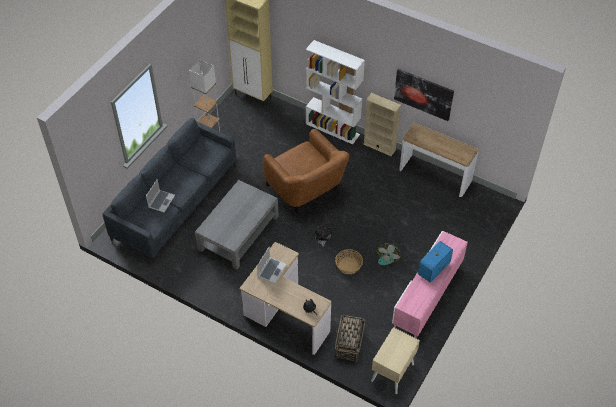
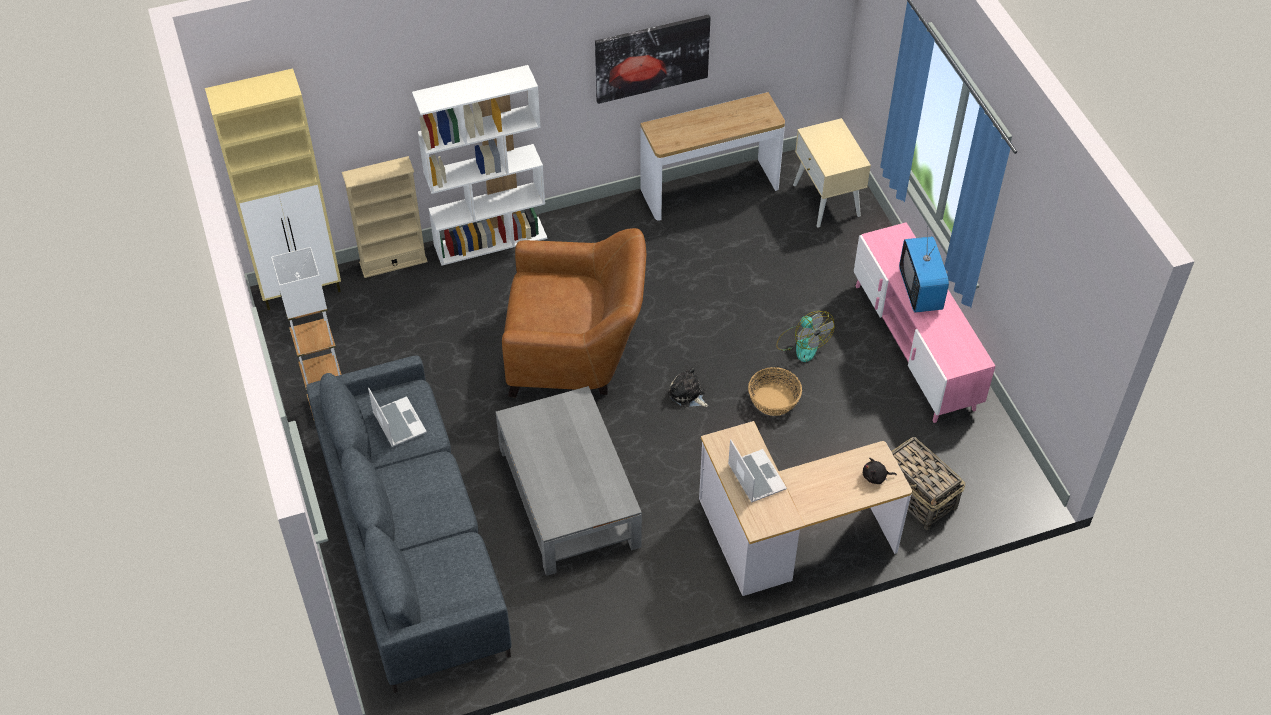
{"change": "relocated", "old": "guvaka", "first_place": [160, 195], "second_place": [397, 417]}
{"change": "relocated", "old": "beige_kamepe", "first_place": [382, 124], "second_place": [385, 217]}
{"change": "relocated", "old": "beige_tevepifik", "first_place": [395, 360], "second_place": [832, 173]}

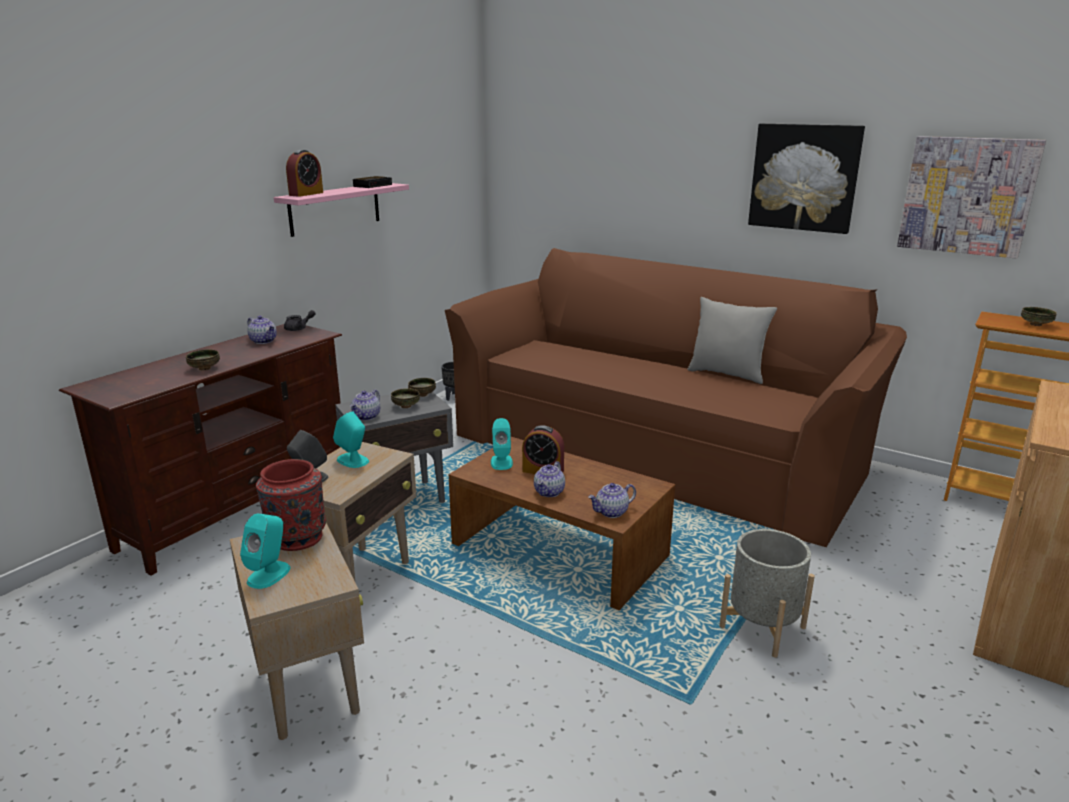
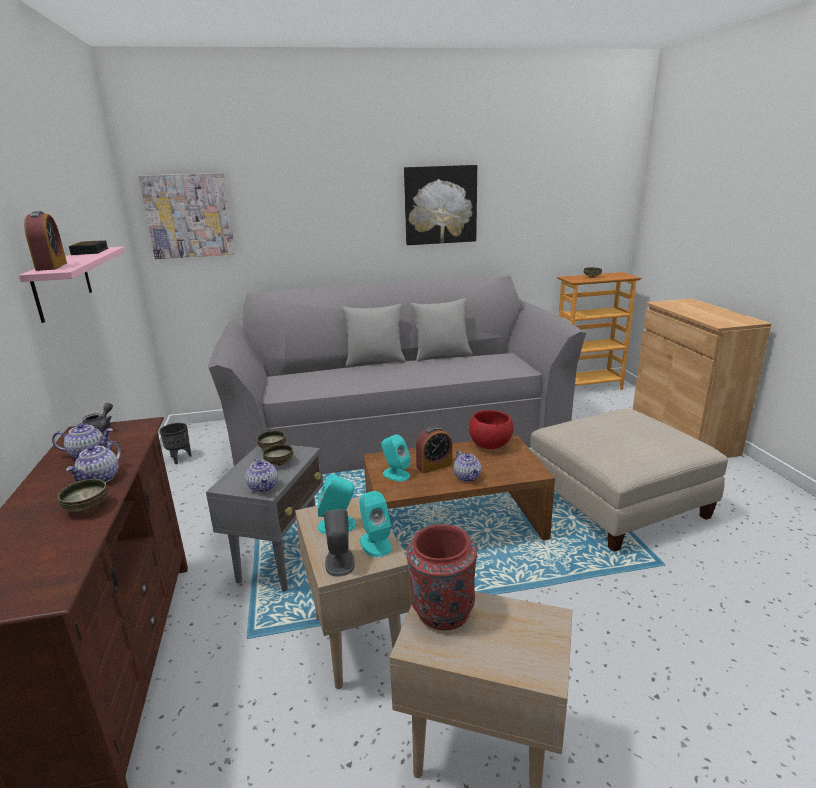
{"change": "relocated", "old": "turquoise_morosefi", "first_place": [265, 551], "second_place": [375, 524]}
{"change": "colour", "old": "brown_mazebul", "new": "grey_mazebul", "first_place": [676, 397], "second_place": [397, 374]}
{"change": "relocated", "old": "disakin", "first_place": [612, 500], "second_place": [93, 461]}
{"change": "exchanged", "old": "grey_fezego", "new": "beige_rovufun", "first_place": [767, 593], "second_place": [629, 480]}
{"change": "relocated", "old": "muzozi", "first_place": [971, 197], "second_place": [187, 216]}
{"change": "appeared", "new": "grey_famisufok", "second_place": [374, 335]}
{"change": "appeared", "new": "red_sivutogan", "second_place": [491, 429]}

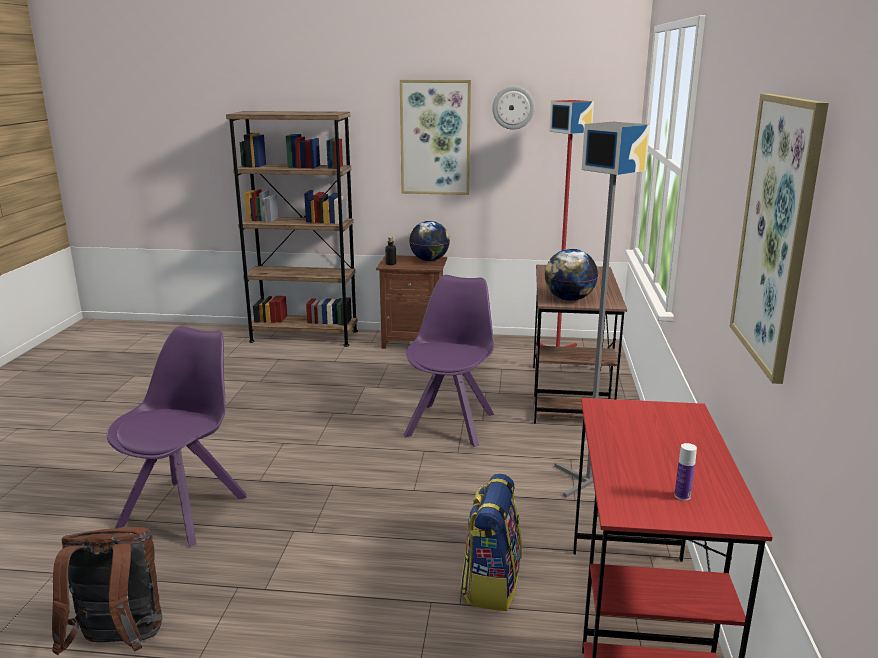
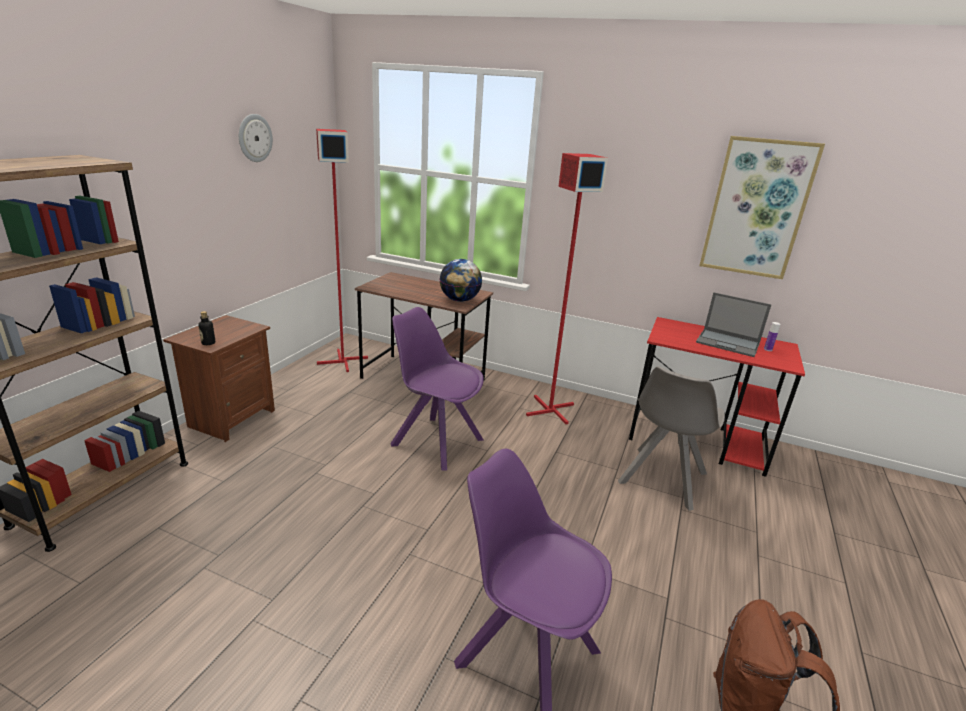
{"change": "missing", "old": "muzozi", "first_place": [435, 137]}
{"change": "missing", "old": "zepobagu", "first_place": [429, 241]}
{"change": "exchanged", "old": "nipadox", "new": "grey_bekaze", "first_place": [491, 542], "second_place": [671, 438]}
{"change": "colour", "old": "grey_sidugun", "new": "red_sidugun", "first_place": [602, 310], "second_place": [567, 288]}
{"change": "appeared", "new": "guvaka", "second_place": [733, 324]}

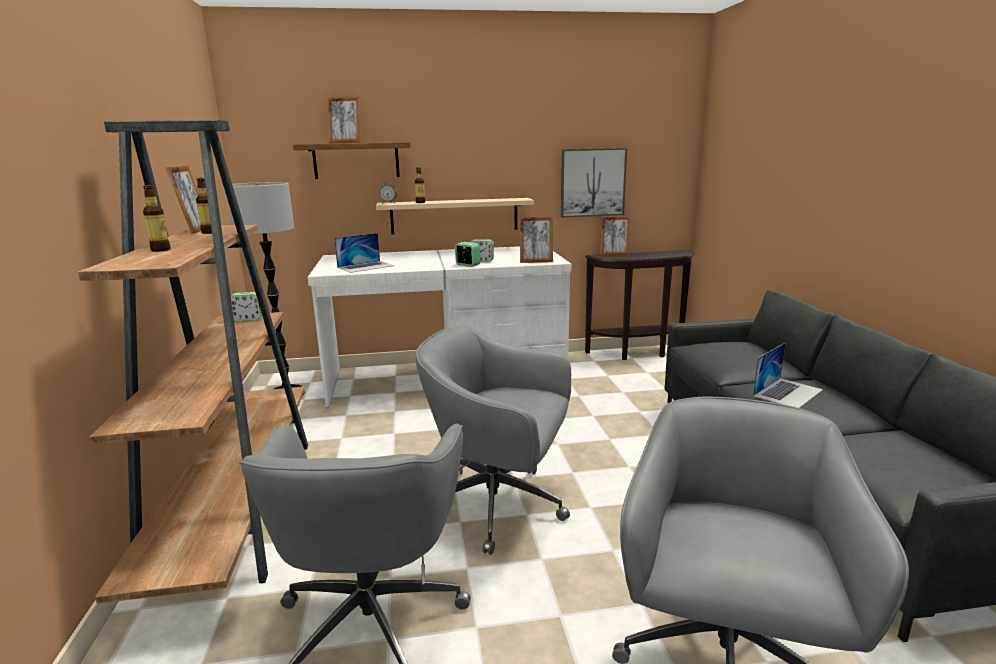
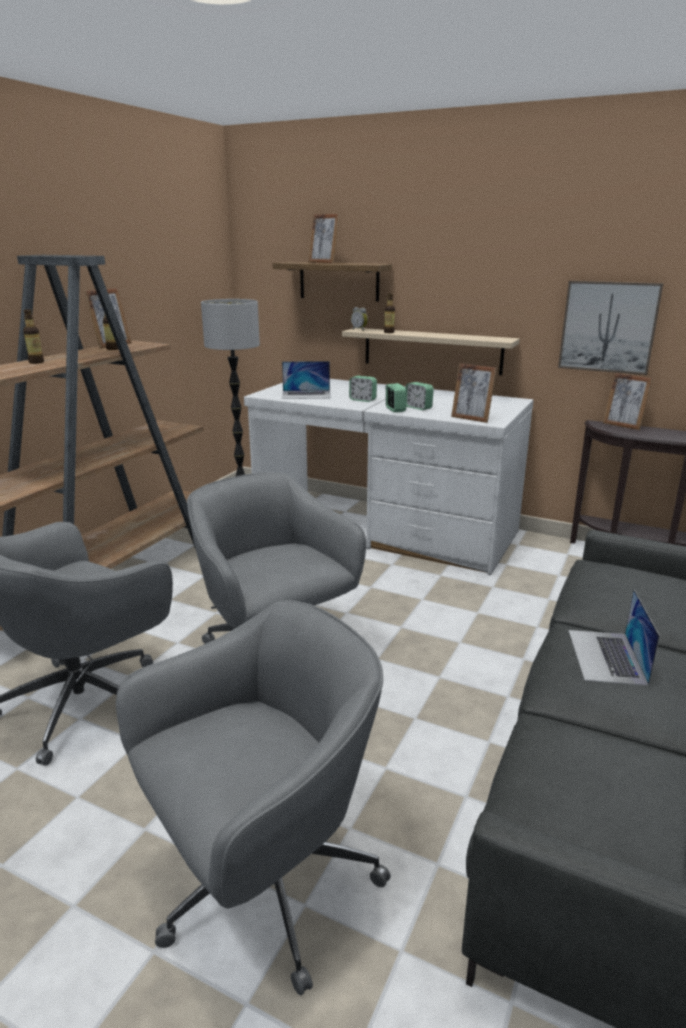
{"change": "relocated", "old": "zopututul", "first_place": [246, 306], "second_place": [363, 389]}
{"change": "spun", "old": "guvaka", "first_place": [788, 375], "second_place": [614, 637], "degrees": 105}

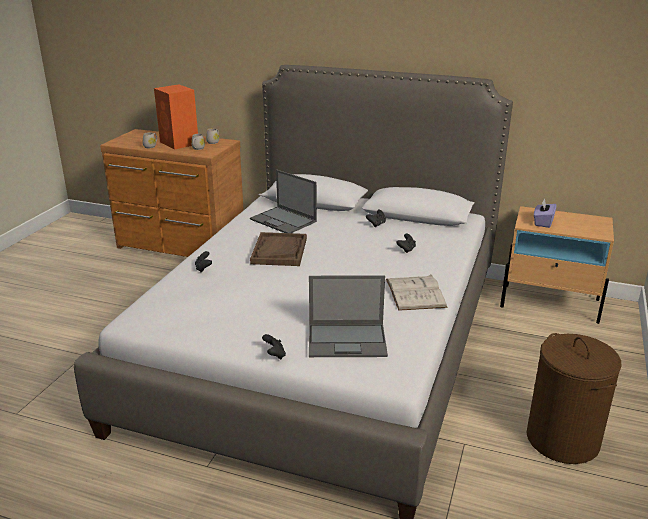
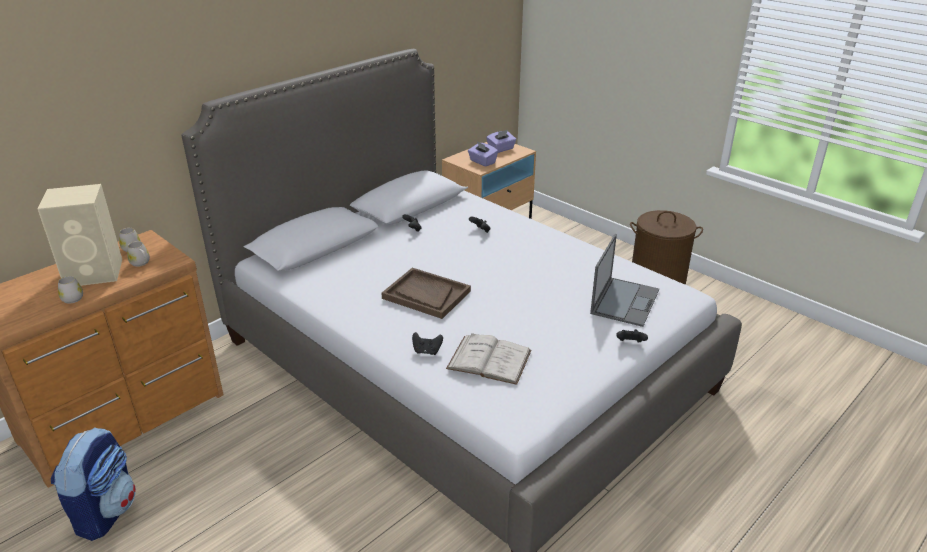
{"change": "colour", "old": "orange_morosefi", "new": "beige_morosefi", "first_place": [176, 117], "second_place": [80, 235]}
{"change": "missing", "old": "guvaka", "first_place": [283, 201]}
{"change": "relocated", "old": "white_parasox", "first_place": [417, 292], "second_place": [489, 359]}
{"change": "appeared", "new": "nipadox", "second_place": [93, 484]}
{"change": "appeared", "new": "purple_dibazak", "second_place": [501, 141]}

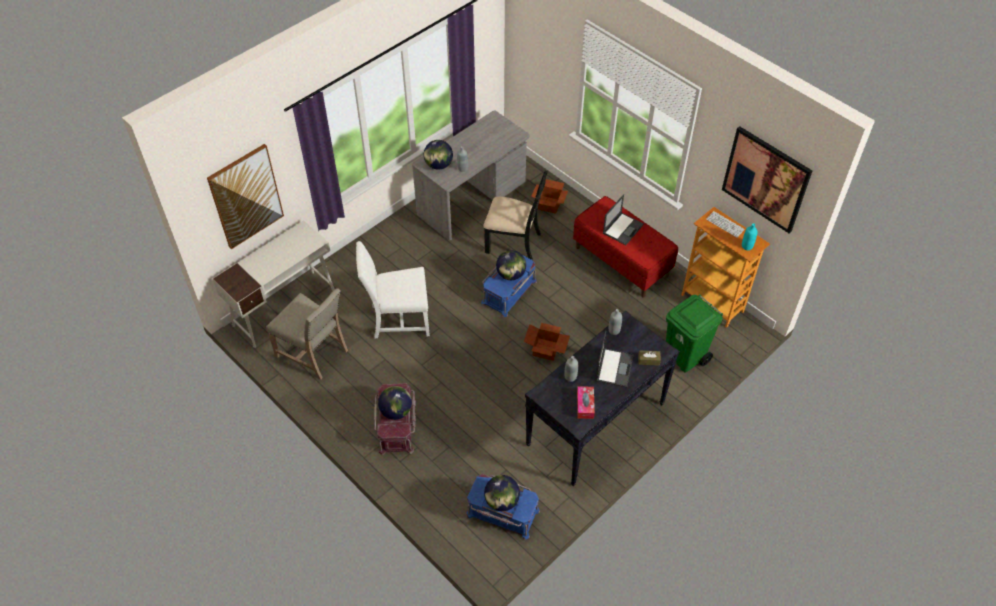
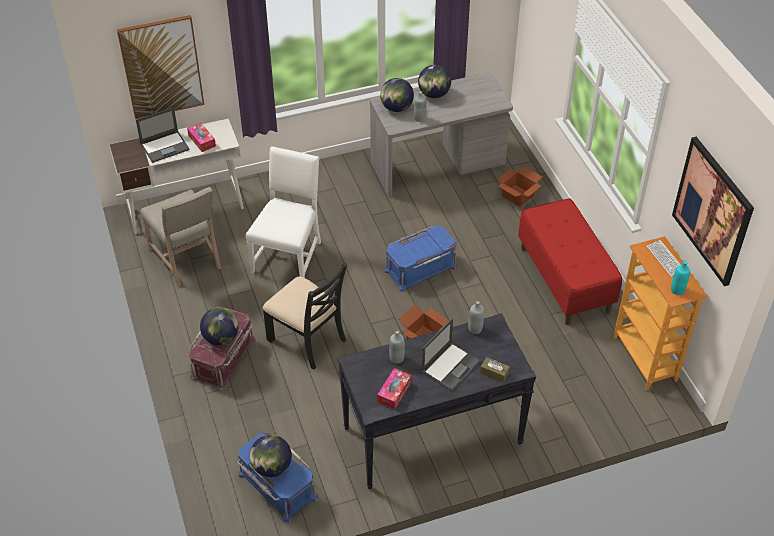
{"change": "spun", "old": "white_bekaze", "first_place": [393, 289], "second_place": [283, 212], "degrees": 90}
{"change": "relocated", "old": "black_bekaze", "first_place": [515, 215], "second_place": [305, 316]}
{"change": "relocated", "old": "zepobagu", "first_place": [511, 265], "second_place": [434, 81]}
{"change": "relocated", "old": "guvaka", "first_place": [623, 219], "second_place": [163, 135]}
{"change": "missing", "old": "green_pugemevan", "first_place": [694, 333]}
{"change": "appeared", "new": "dibazak", "second_place": [201, 137]}

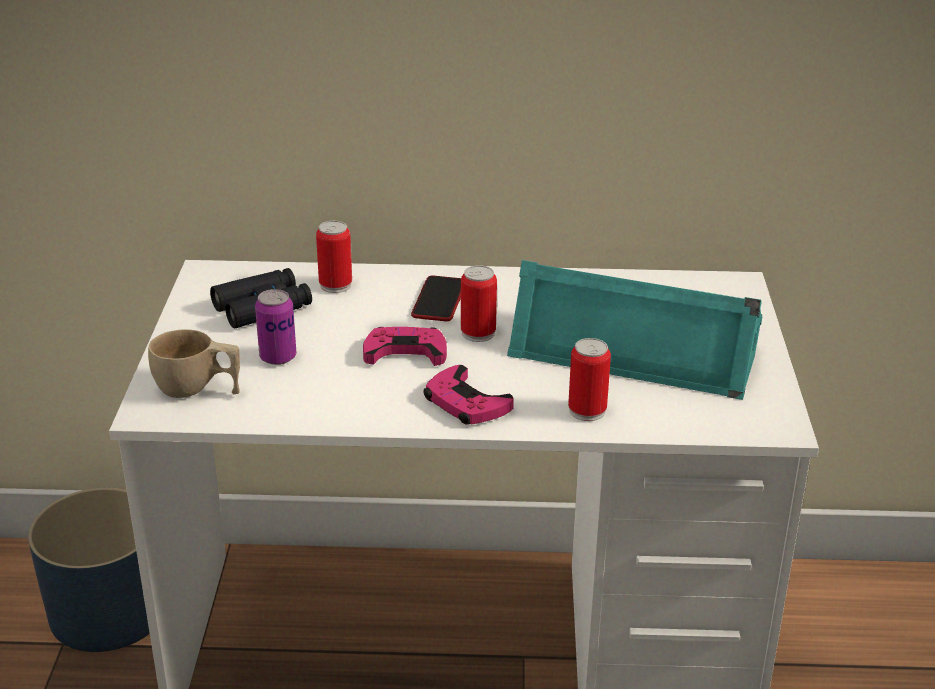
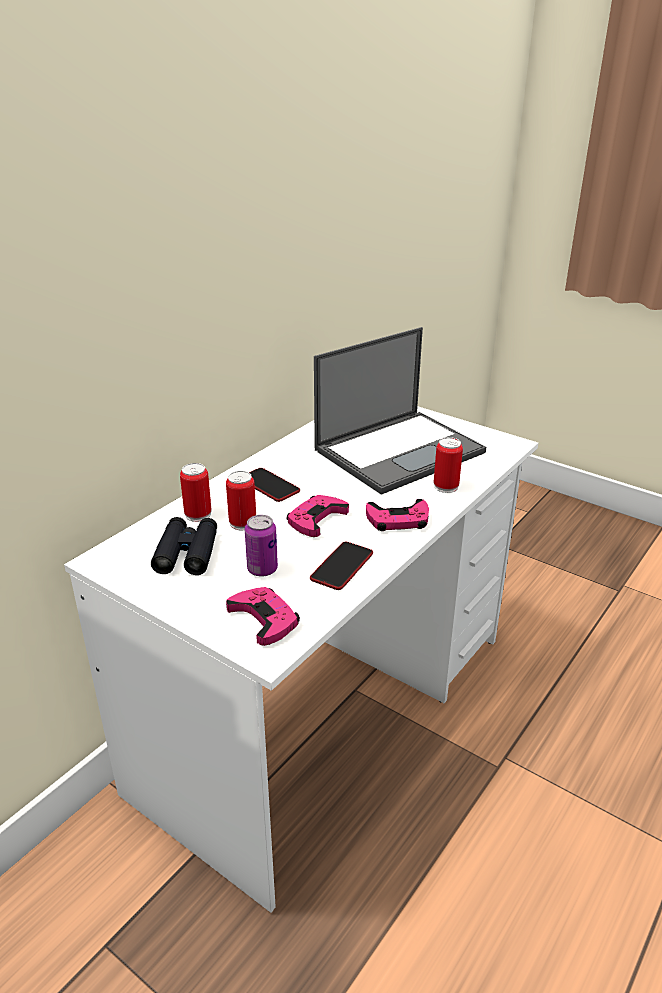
{"change": "missing", "old": "blue_fezego", "first_place": [89, 569]}
{"change": "exchanged", "old": "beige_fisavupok", "new": "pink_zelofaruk", "first_place": [194, 363], "second_place": [263, 616]}
{"change": "relocated", "old": "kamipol", "first_place": [479, 303], "second_place": [241, 500]}
{"change": "exchanged", "old": "turquoise_morosefi", "new": "guvaka", "first_place": [634, 330], "second_place": [400, 411]}
{"change": "appeared", "new": "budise", "second_place": [341, 566]}

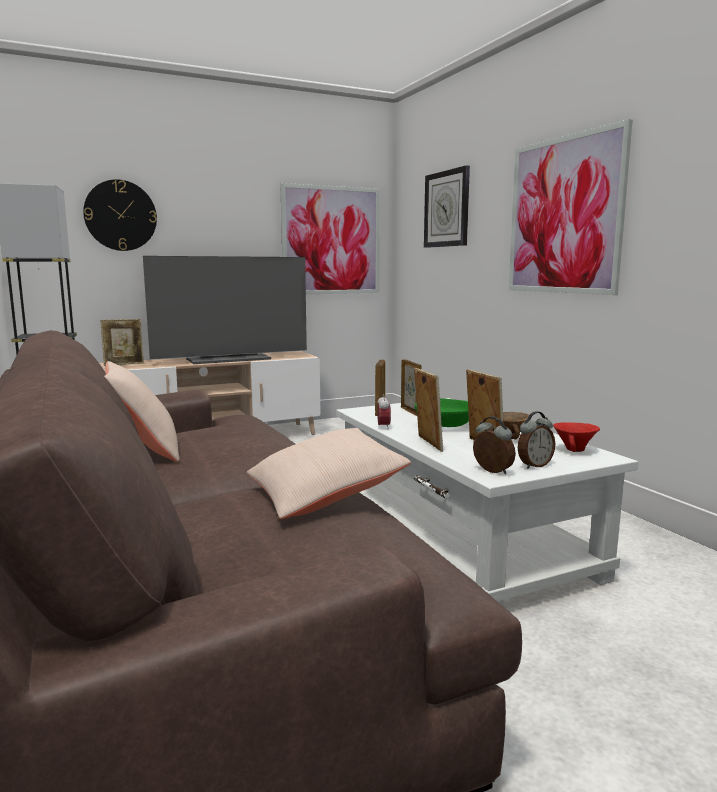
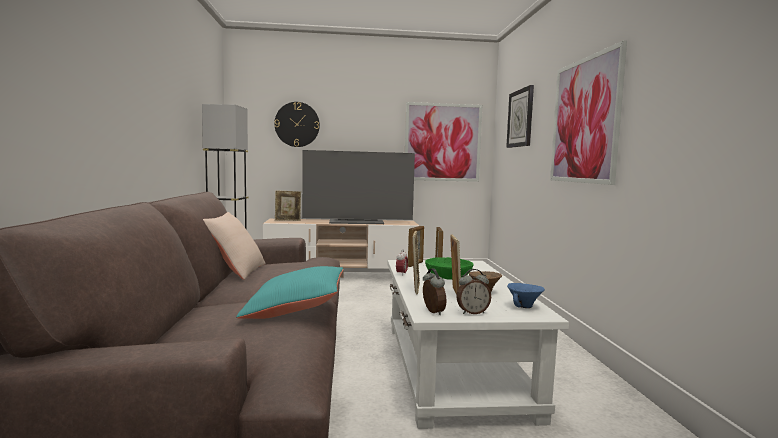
{"change": "colour", "old": "beige_famisufok", "new": "turquoise_famisufok", "first_place": [329, 473], "second_place": [290, 292]}
{"change": "colour", "old": "red_sivutogan", "new": "blue_sivutogan", "first_place": [576, 437], "second_place": [526, 295]}

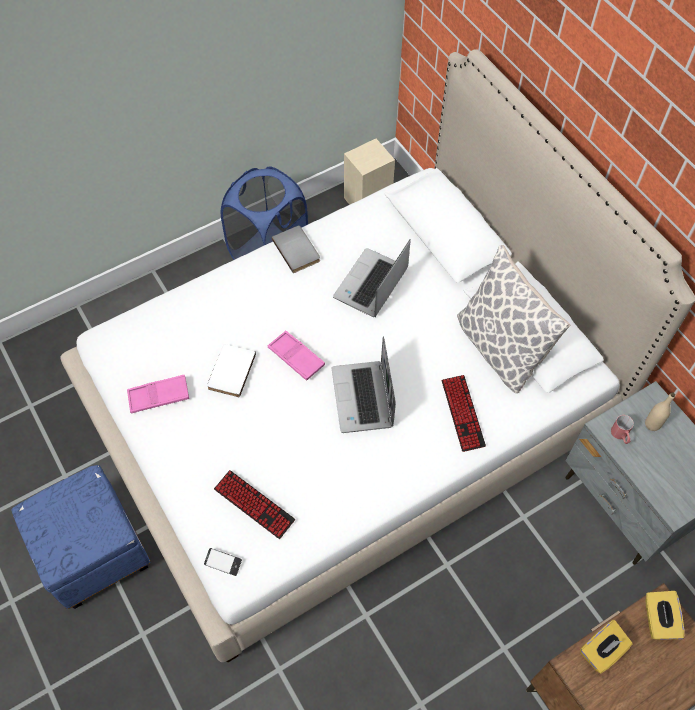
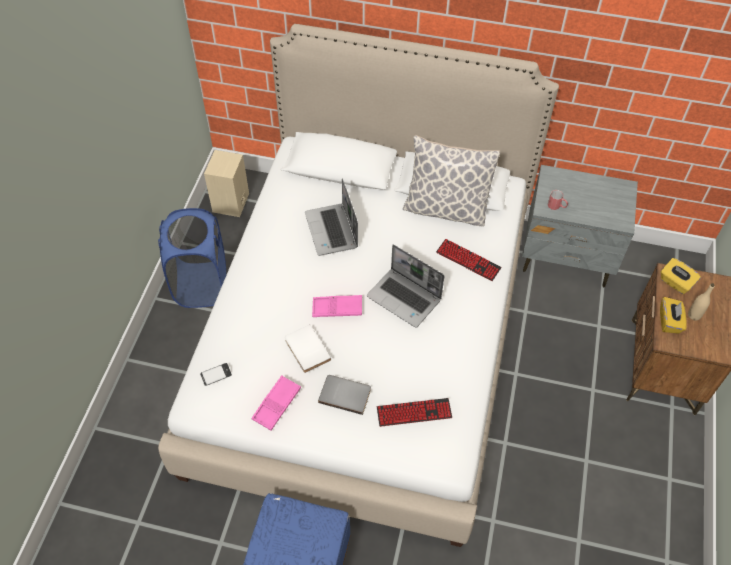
{"change": "relocated", "old": "budise", "first_place": [223, 562], "second_place": [216, 374]}
{"change": "relocated", "old": "grey_parasox", "first_place": [296, 249], "second_place": [344, 395]}
{"change": "relocated", "old": "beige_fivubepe", "first_place": [660, 412], "second_place": [701, 301]}

